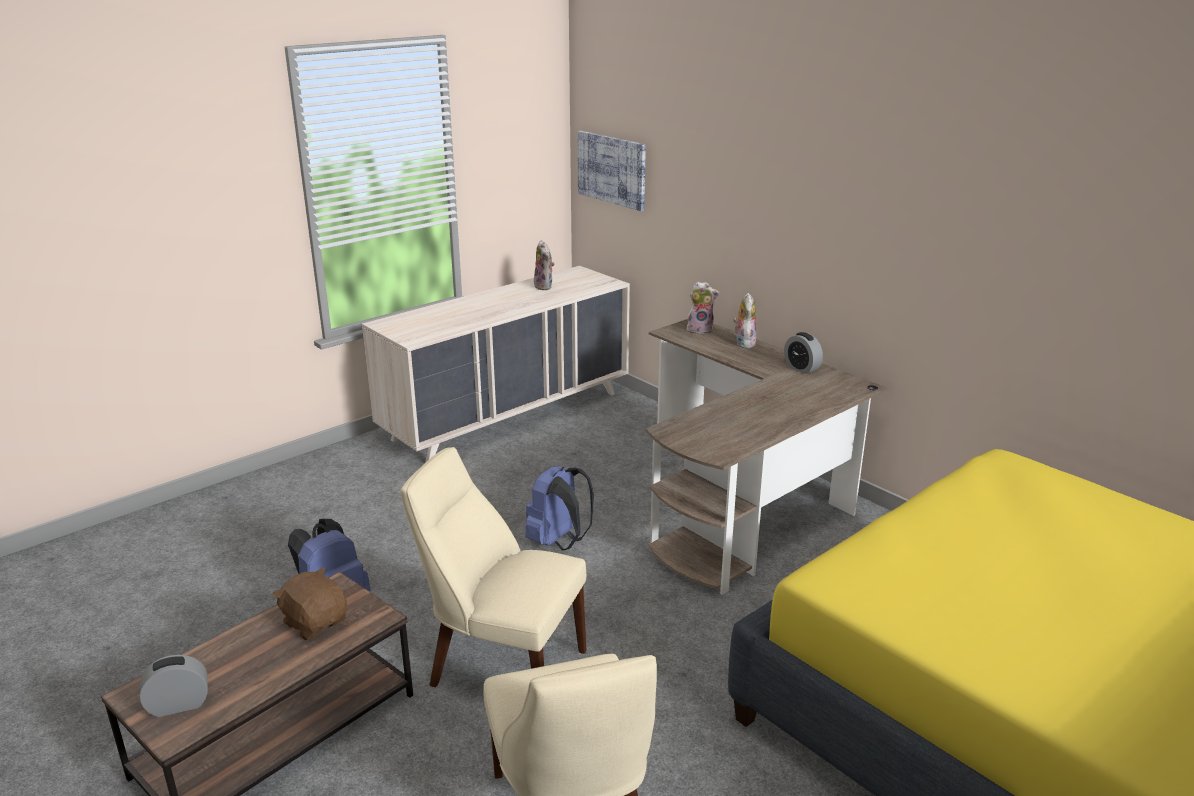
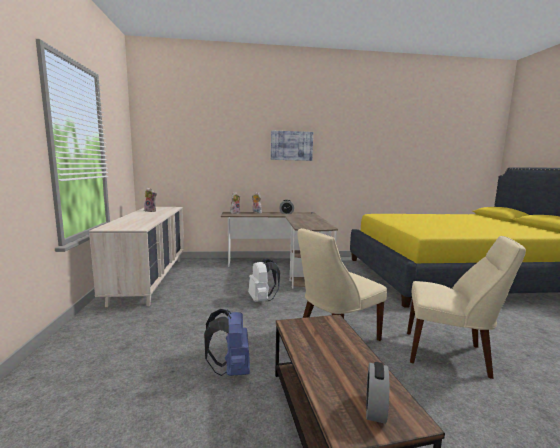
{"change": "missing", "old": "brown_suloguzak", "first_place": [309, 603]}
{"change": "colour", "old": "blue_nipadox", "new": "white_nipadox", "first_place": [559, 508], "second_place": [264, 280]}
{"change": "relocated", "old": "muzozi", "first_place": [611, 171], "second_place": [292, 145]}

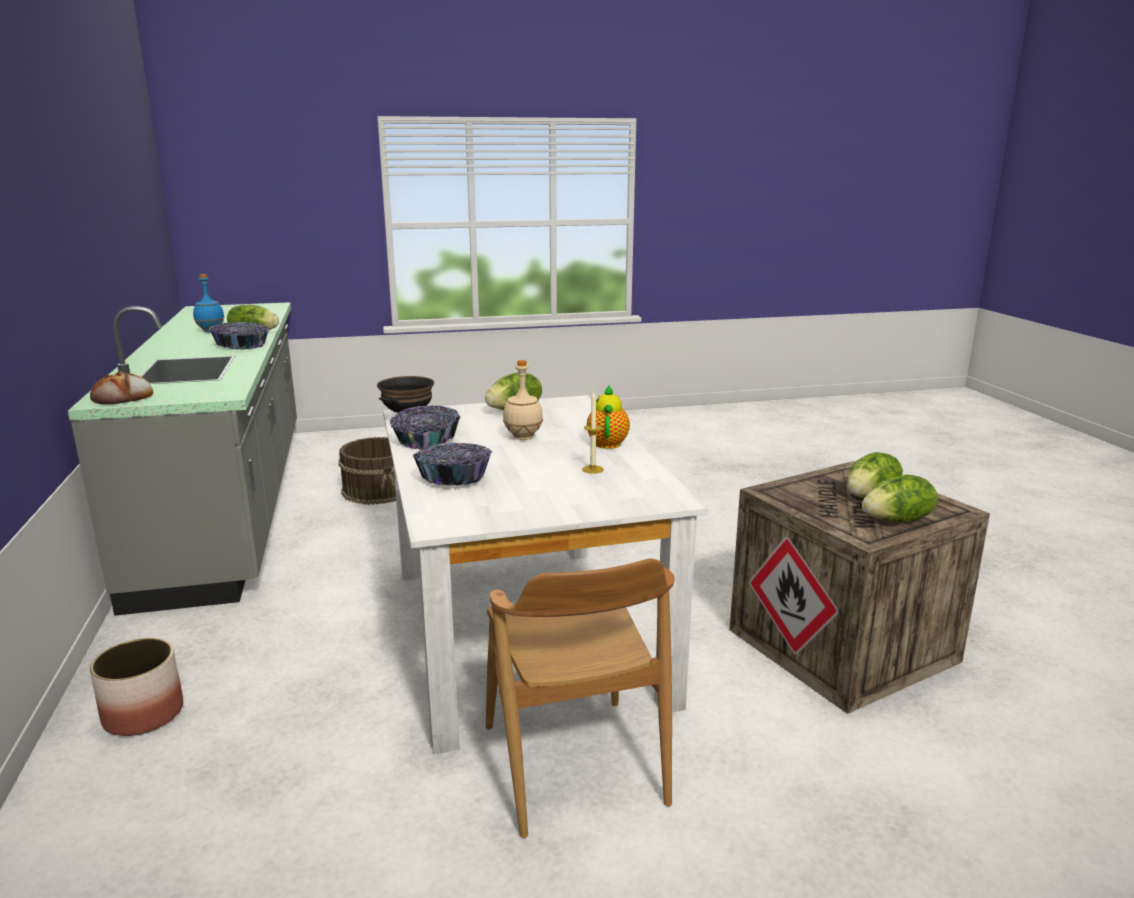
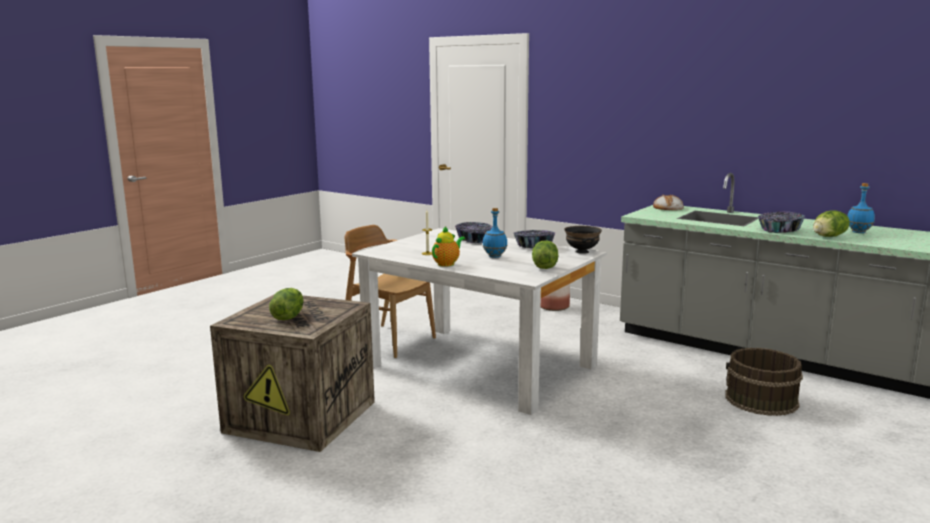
{"change": "colour", "old": "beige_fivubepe", "new": "blue_fivubepe", "first_place": [523, 400], "second_place": [495, 233]}
{"change": "spun", "old": "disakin", "first_place": [608, 417], "second_place": [448, 246], "degrees": -105}
{"change": "missing", "old": "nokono", "first_place": [900, 498]}

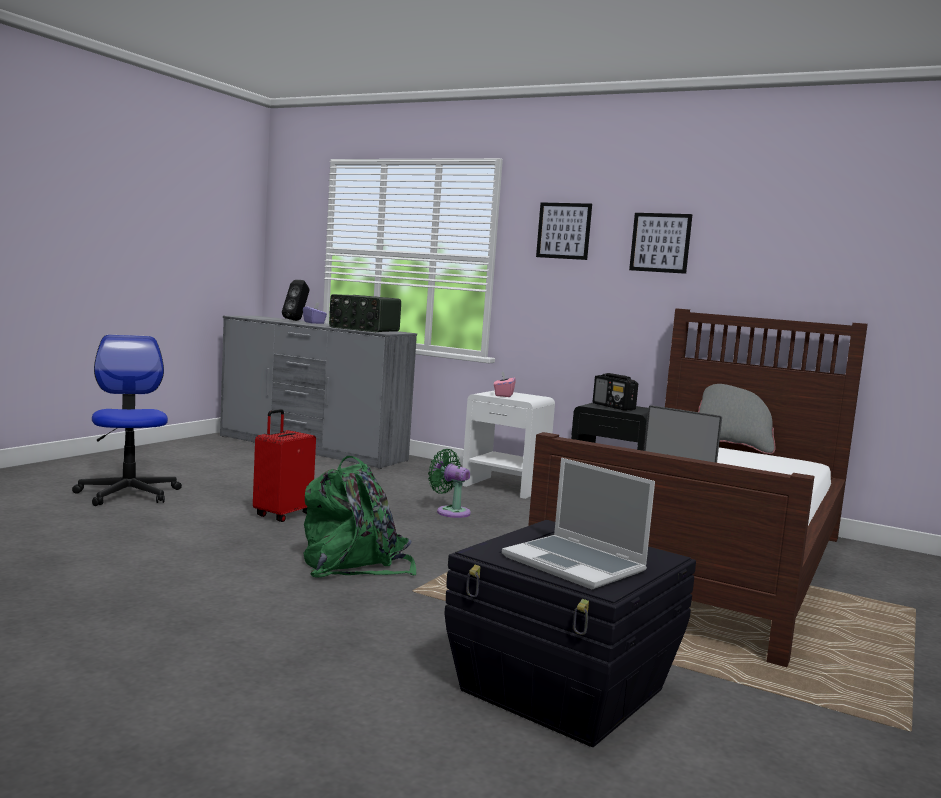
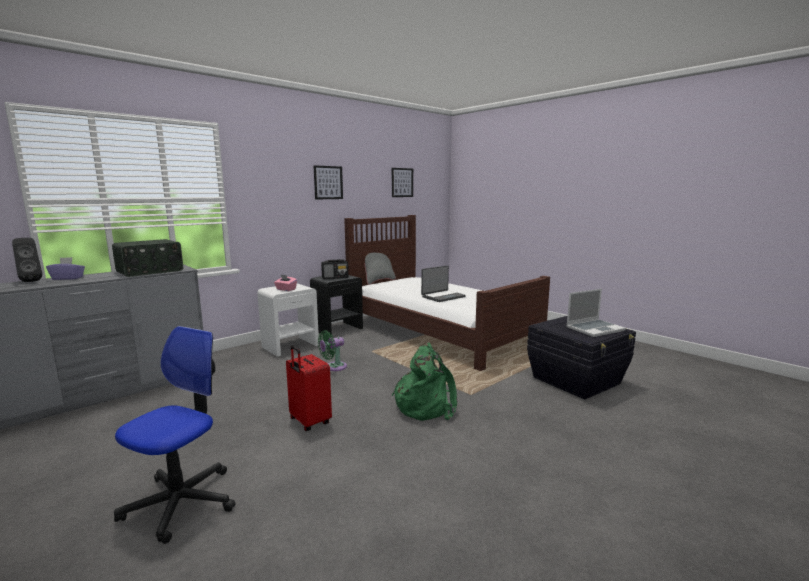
{"change": "spun", "old": "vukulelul", "first_place": [127, 420], "second_place": [175, 435], "degrees": 120}
{"change": "relocated", "old": "muzozi", "first_place": [564, 231], "second_place": [402, 182]}

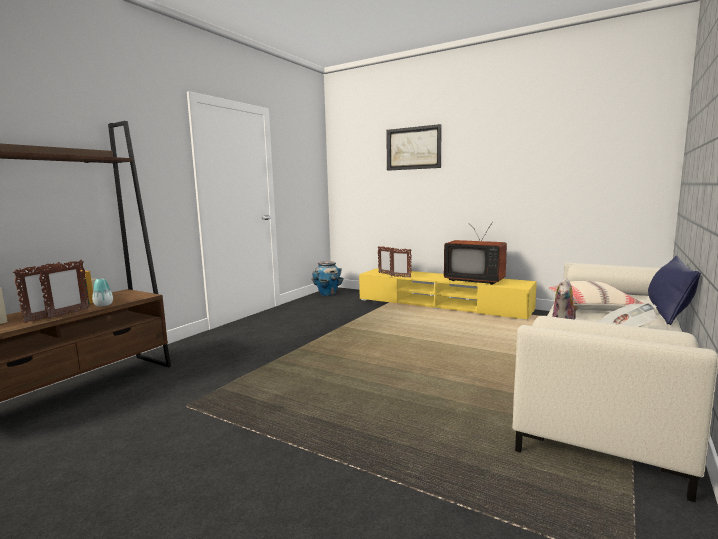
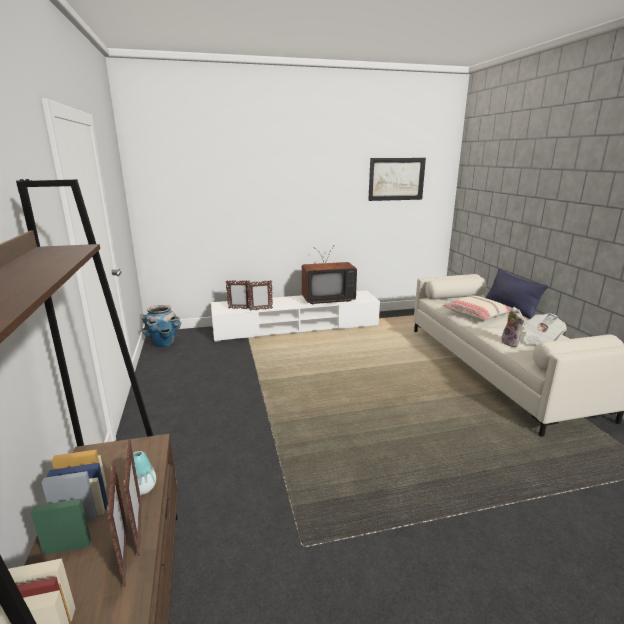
{"change": "colour", "old": "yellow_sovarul", "new": "white_sovarul", "first_place": [448, 294], "second_place": [295, 316]}
{"change": "relocated", "old": "muzozi", "first_place": [414, 147], "second_place": [397, 179]}

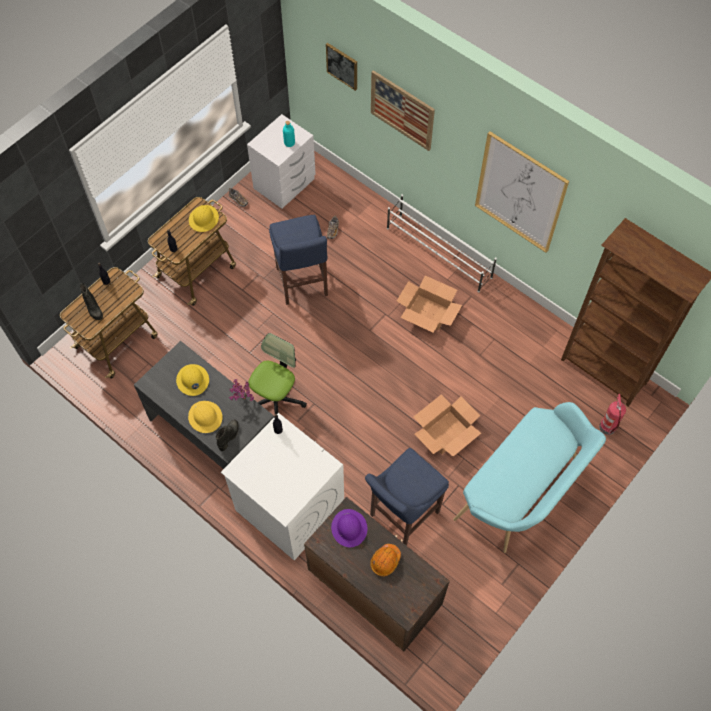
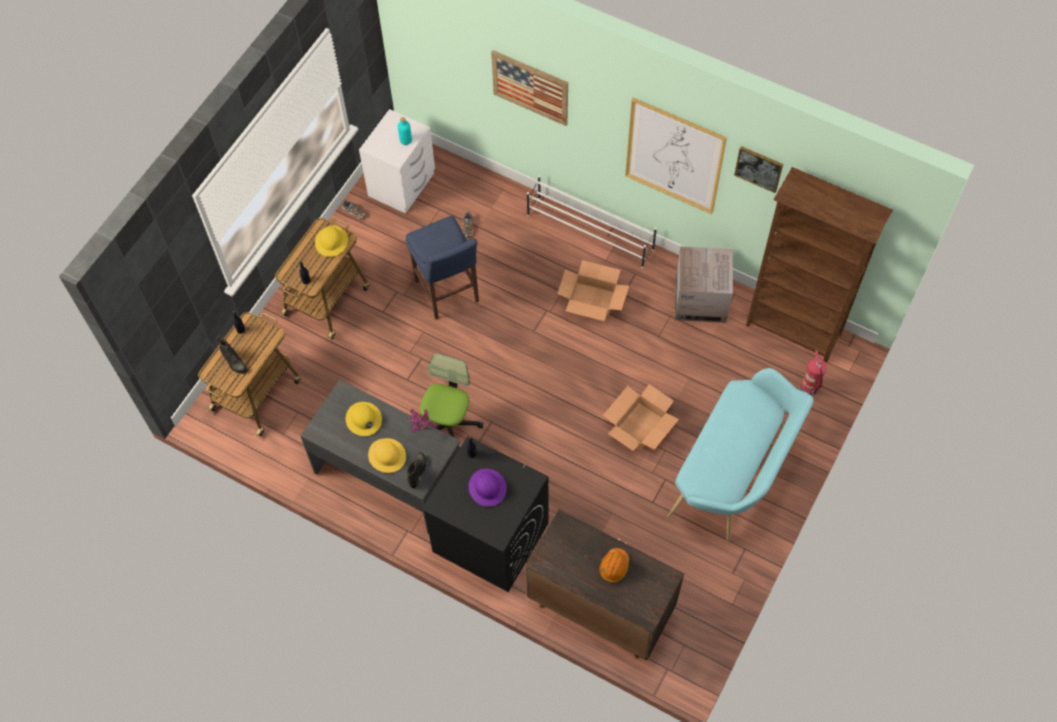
{"change": "colour", "old": "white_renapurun", "new": "black_renapurun", "first_place": [282, 486], "second_place": [485, 514]}
{"change": "relocated", "old": "muzozi", "first_place": [341, 67], "second_place": [758, 169]}
{"change": "relocated", "old": "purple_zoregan", "first_place": [349, 528], "second_place": [487, 488]}
{"change": "missing", "old": "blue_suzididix", "first_place": [407, 497]}
{"change": "appeared", "new": "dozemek", "second_place": [704, 284]}

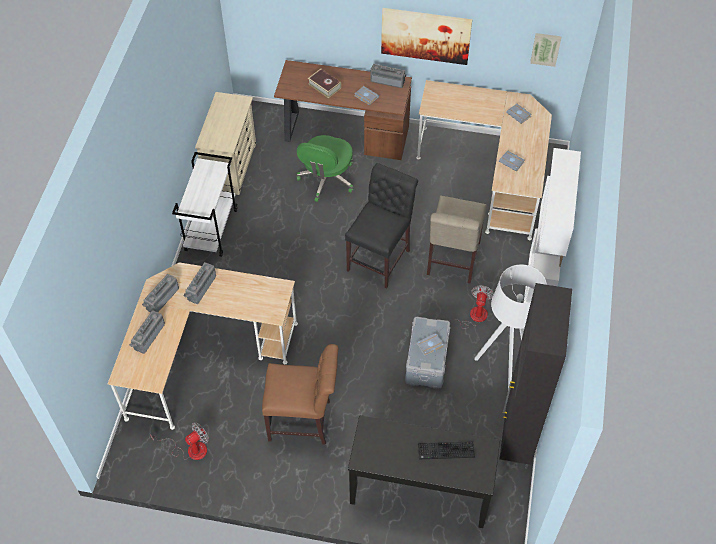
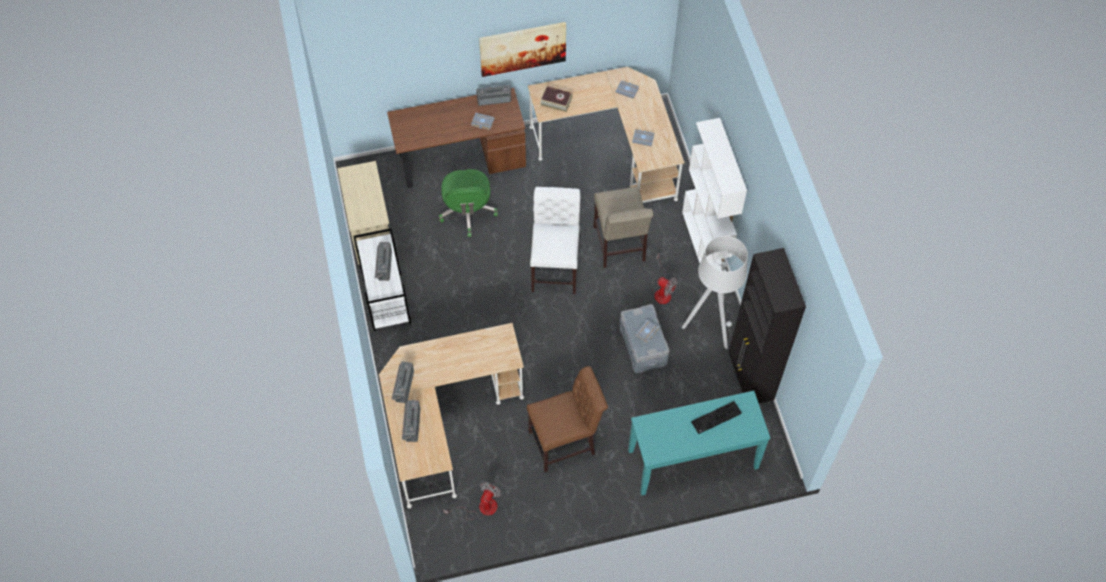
{"change": "relocated", "old": "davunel", "first_place": [199, 283], "second_place": [383, 261]}
{"change": "relocated", "old": "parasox", "first_place": [325, 83], "second_place": [556, 99]}
{"change": "colour", "old": "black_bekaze", "new": "white_bekaze", "first_place": [381, 225], "second_place": [555, 240]}
{"change": "colour", "old": "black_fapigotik", "new": "turquoise_fapigotik", "first_place": [424, 471], "second_place": [699, 443]}
{"change": "spun", "old": "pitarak", "first_place": [471, 307], "second_place": [665, 279], "degrees": 135}
{"change": "missing", "old": "muzozi", "first_place": [546, 50]}

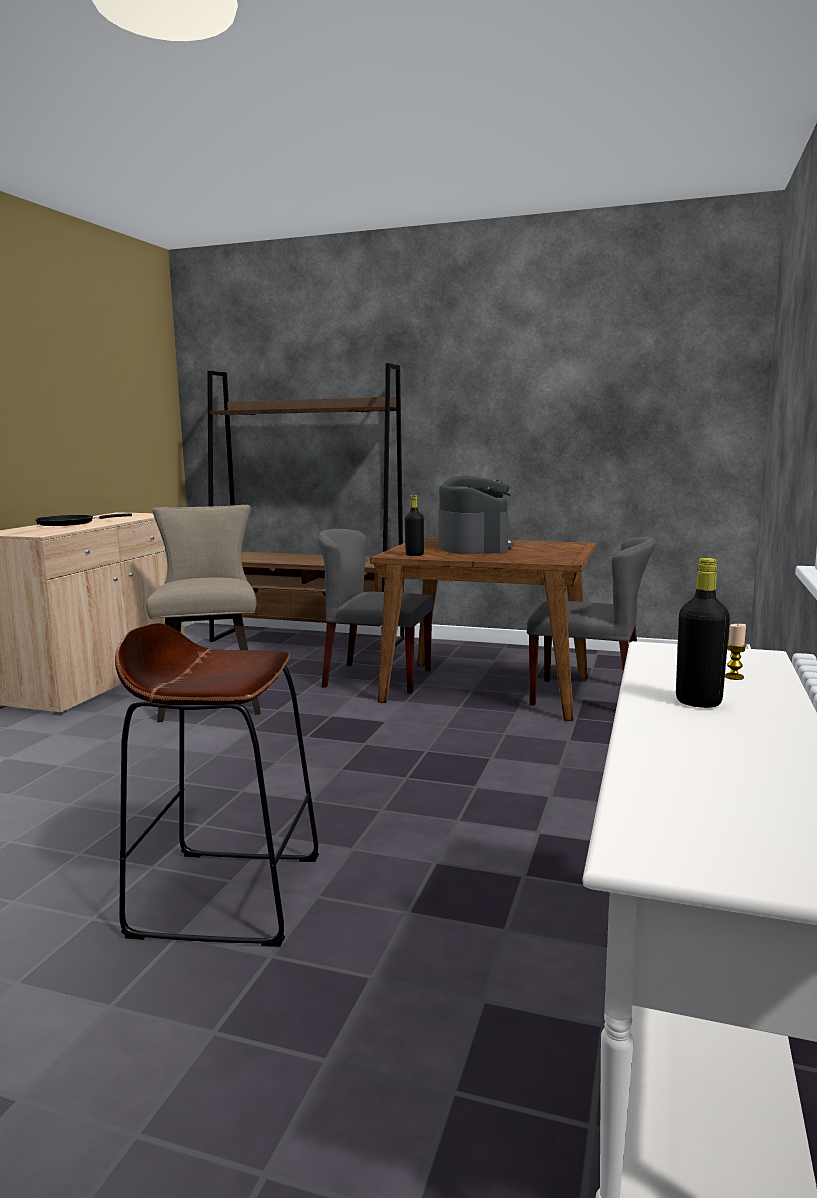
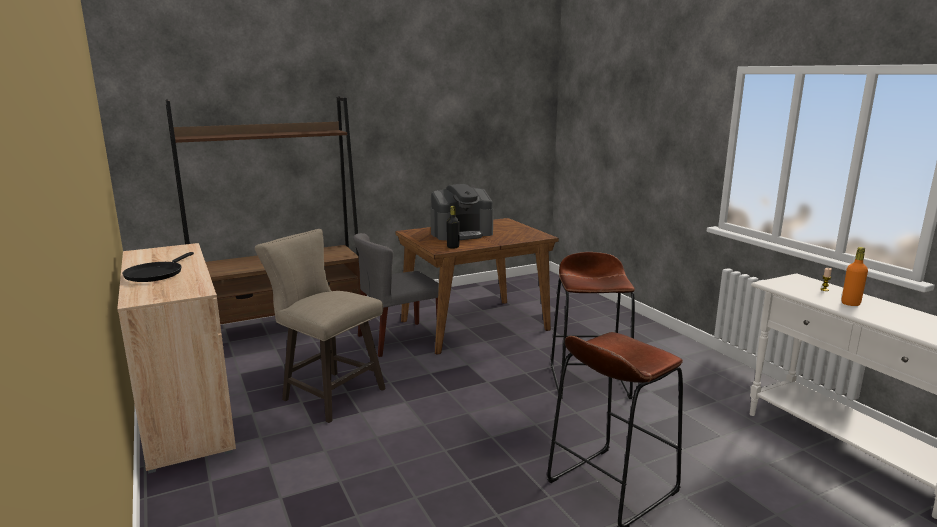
{"change": "spun", "old": "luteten", "first_place": [476, 515], "second_place": [462, 212], "degrees": 120}
{"change": "missing", "old": "grey_bekaze", "first_place": [591, 621]}
{"change": "colour", "old": "black_fivubepe", "new": "orange_fivubepe", "first_place": [703, 633], "second_place": [855, 276]}
{"change": "appeared", "new": "brown_suzididix", "second_place": [593, 325]}

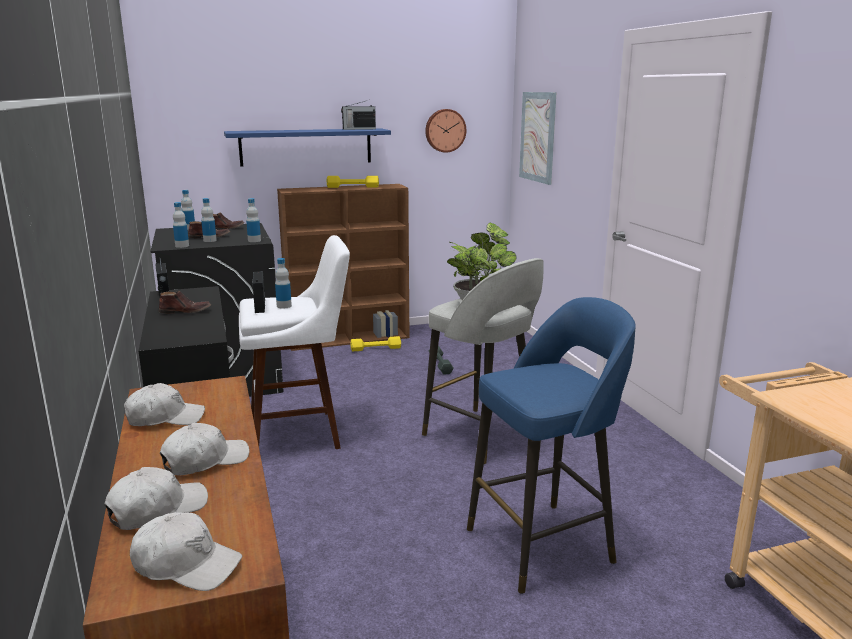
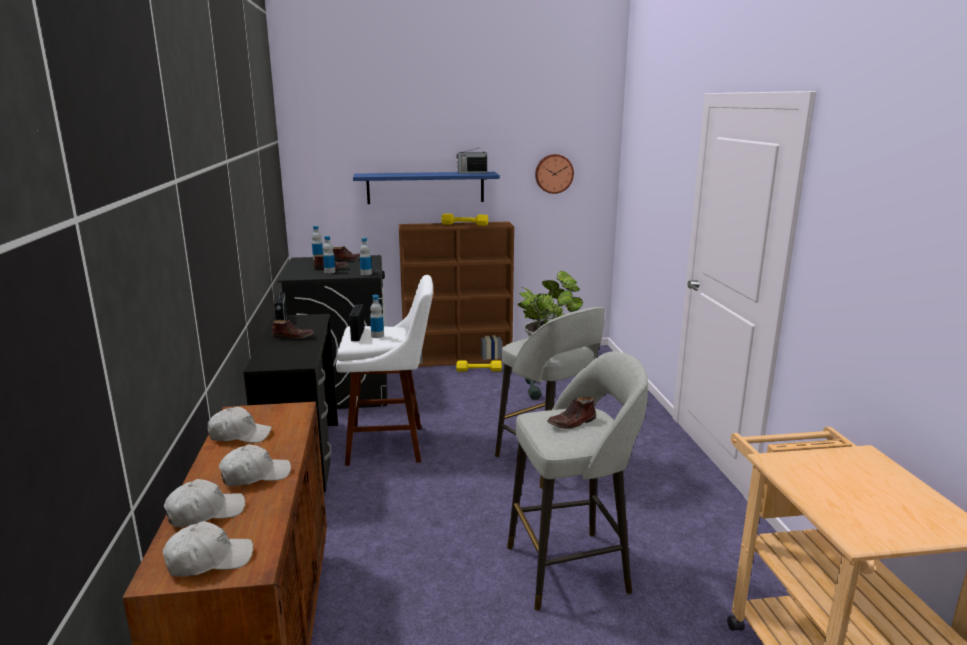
{"change": "spun", "old": "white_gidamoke", "first_place": [186, 551], "second_place": [208, 549], "degrees": -45}
{"change": "missing", "old": "fivubepe", "first_place": [181, 225]}
{"change": "colour", "old": "blue_suzididix", "new": "grey_suzididix", "first_place": [551, 445], "second_place": [577, 481]}
{"change": "missing", "old": "muzozi", "first_place": [538, 138]}
{"change": "appeared", "new": "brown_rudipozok", "second_place": [571, 413]}

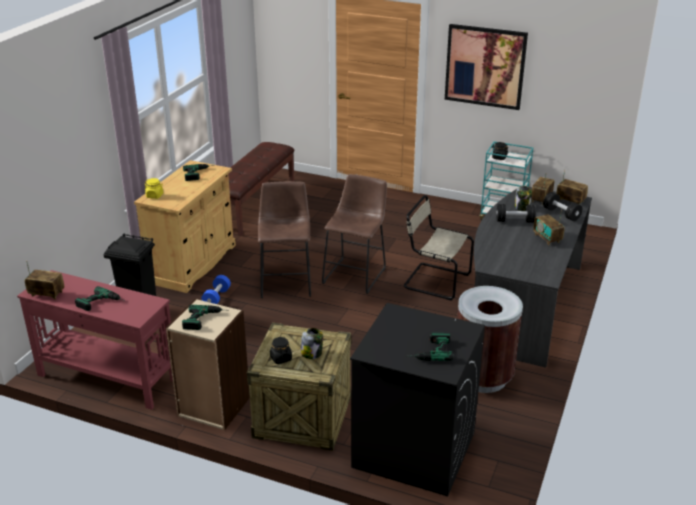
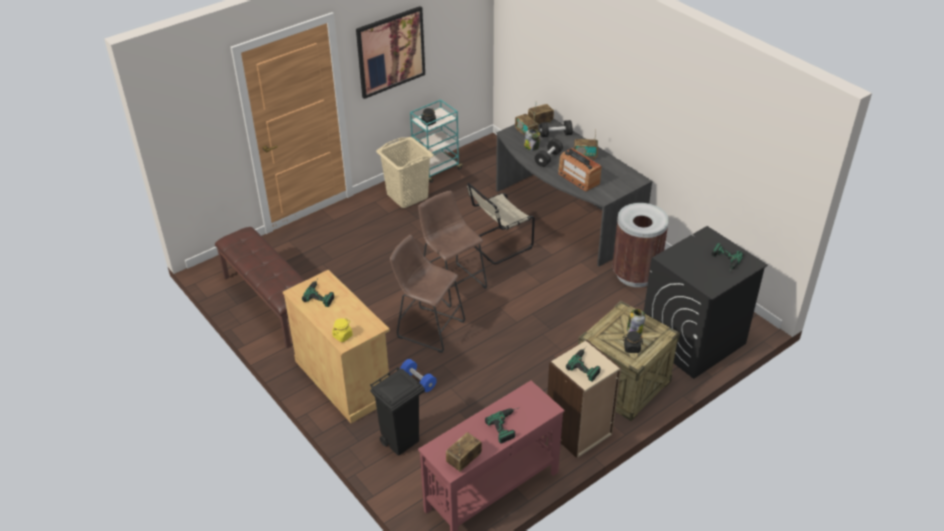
{"change": "appeared", "new": "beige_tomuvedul", "second_place": [405, 172]}
{"change": "appeared", "new": "davunel", "second_place": [580, 169]}

